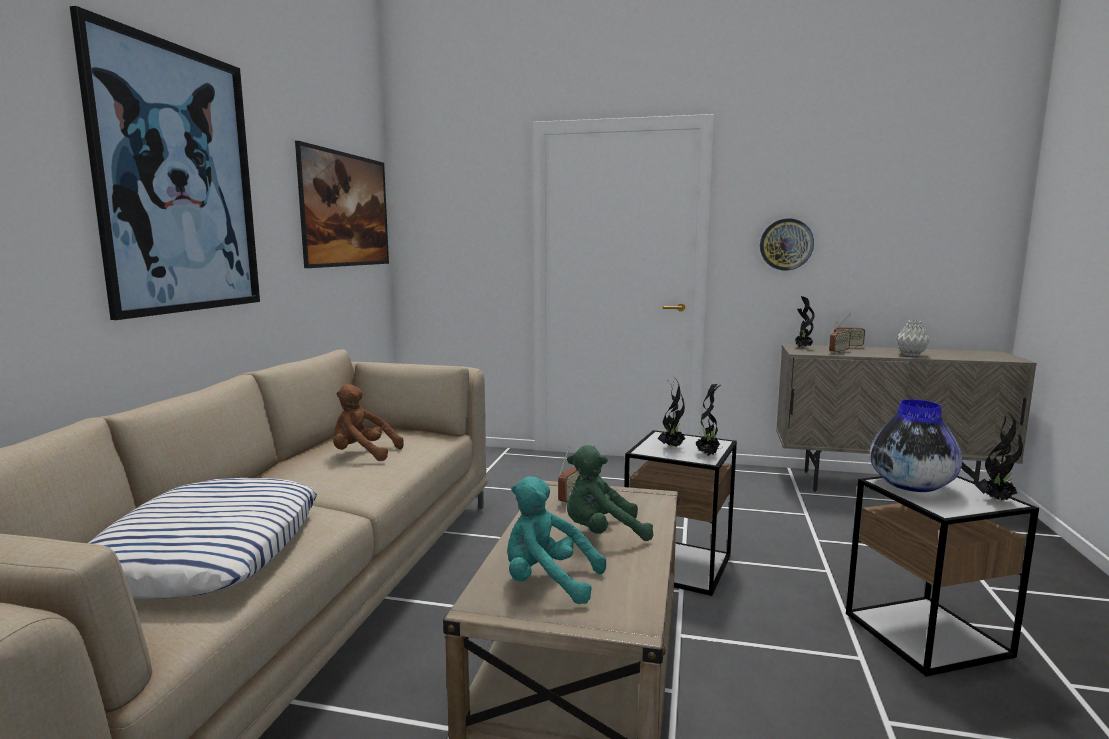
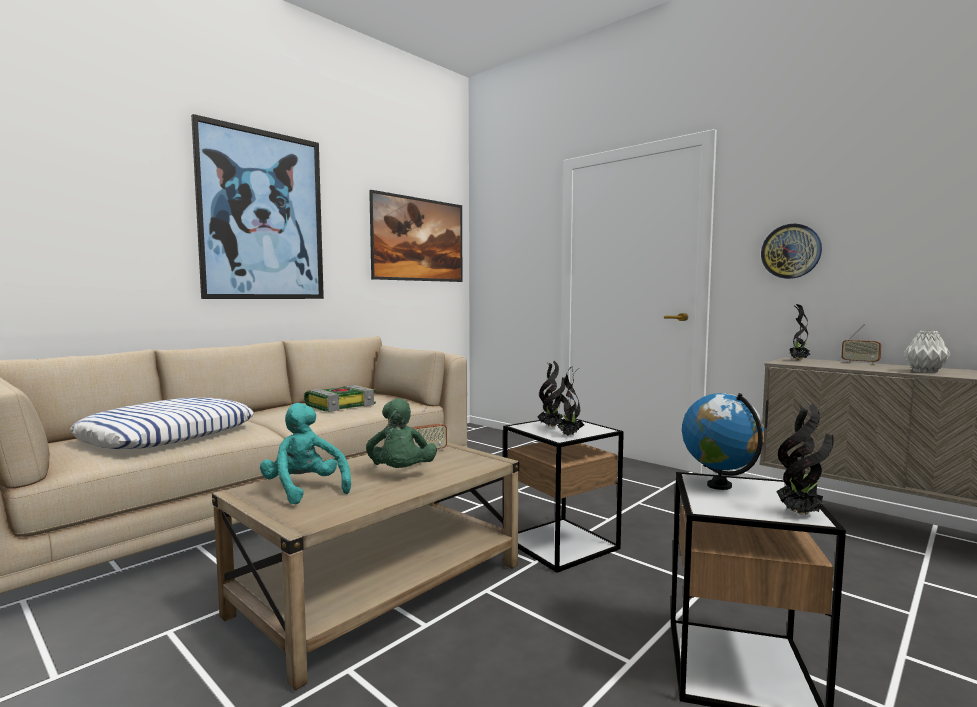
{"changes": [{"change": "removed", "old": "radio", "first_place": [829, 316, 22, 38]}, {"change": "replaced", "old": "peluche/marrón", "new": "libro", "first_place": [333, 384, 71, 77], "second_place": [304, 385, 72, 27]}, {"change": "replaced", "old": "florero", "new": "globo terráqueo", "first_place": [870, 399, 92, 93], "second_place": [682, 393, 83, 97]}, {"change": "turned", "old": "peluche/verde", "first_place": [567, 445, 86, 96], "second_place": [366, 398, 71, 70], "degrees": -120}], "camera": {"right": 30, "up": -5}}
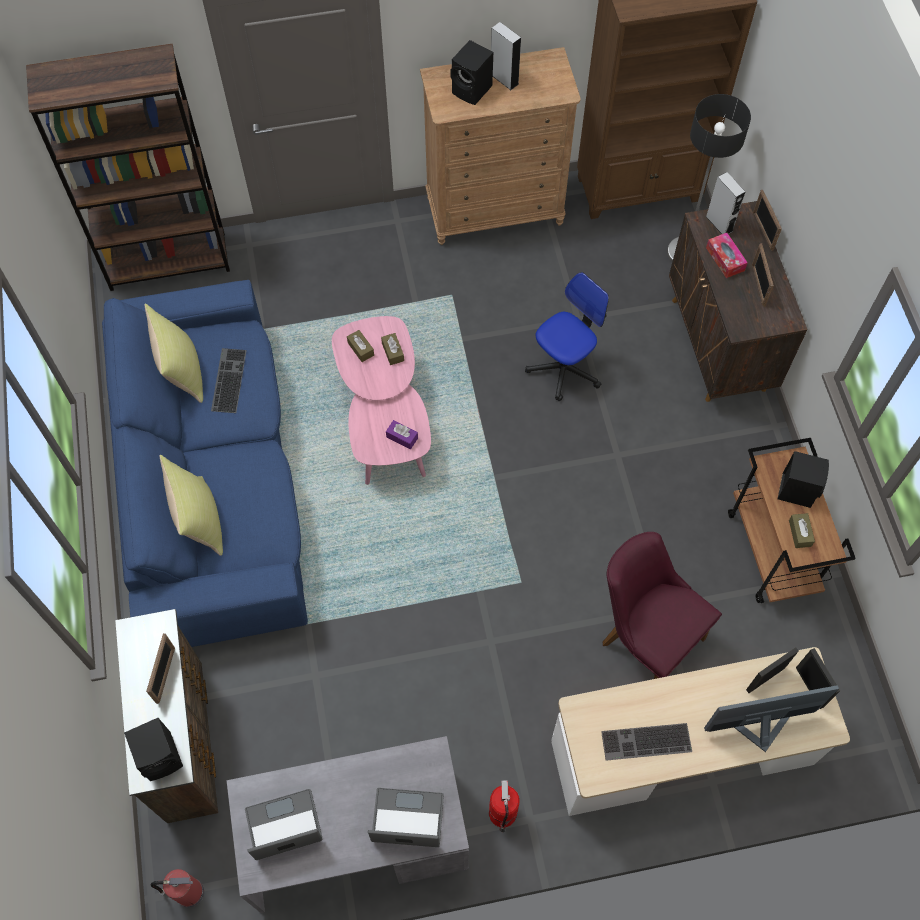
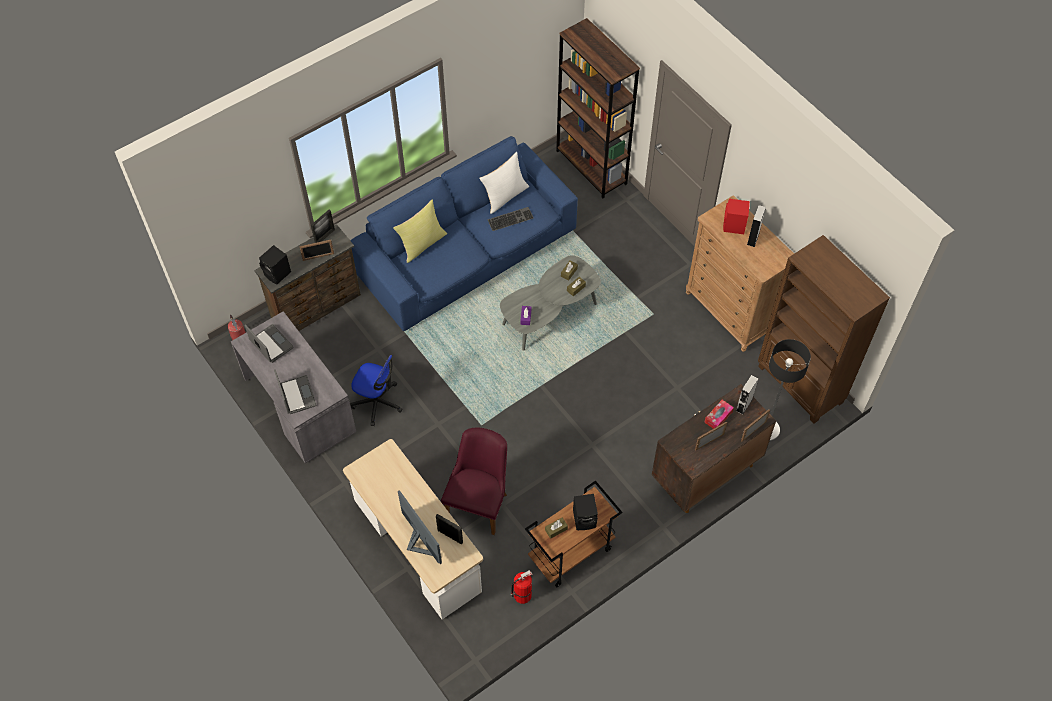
{"changes": [{"change": "recoloured", "old": "altavoz/negro", "new": "altavoz/rojo", "first_place": [450, 40, 43, 65], "second_place": [723, 198, 27, 36]}, {"change": "moved", "old": "silla de oficina", "first_place": [525, 272, 84, 129], "second_place": [350, 355, 53, 71]}, {"change": "recoloured", "old": "cojín/amarillo", "new": "cojín/blanco", "first_place": [144, 304, 59, 99], "second_place": [479, 152, 50, 62]}, {"change": "recoloured", "old": "mesa de centro/rosa", "new": "mesa de centro/gris", "first_place": [332, 316, 99, 169], "second_place": [500, 255, 101, 96]}, {"change": "moved", "old": "portarretratos", "first_place": [796, 648, 44, 61], "second_place": [311, 210, 24, 33]}, {"change": "removed", "old": "teclado", "first_place": [601, 723, 91, 38]}, {"change": "moved", "old": "extintor", "first_place": [489, 781, 31, 51], "second_place": [510, 570, 23, 34]}], "camera": {"right": 65, "up": -5}}
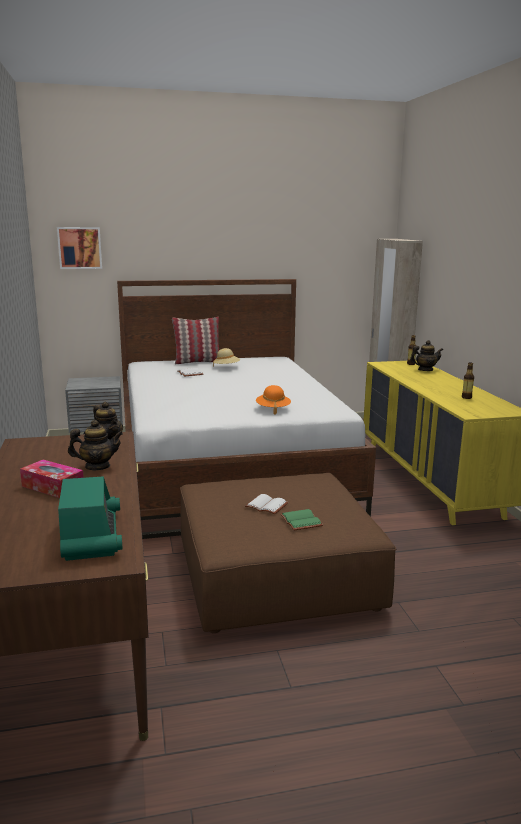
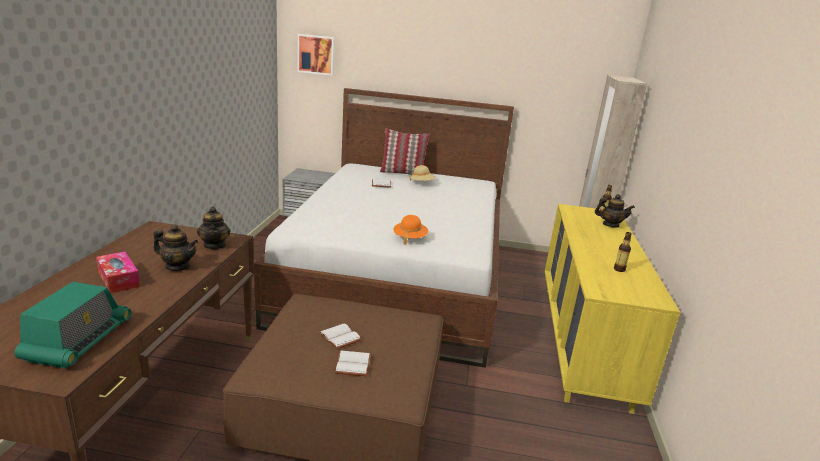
{"changes": [{"change": "recoloured", "old": "libro/verde", "new": "libro/blanco", "first_place": [280, 509, 43, 21], "second_place": [334, 351, 37, 25]}], "camera": {"right": 20, "up": 5}}
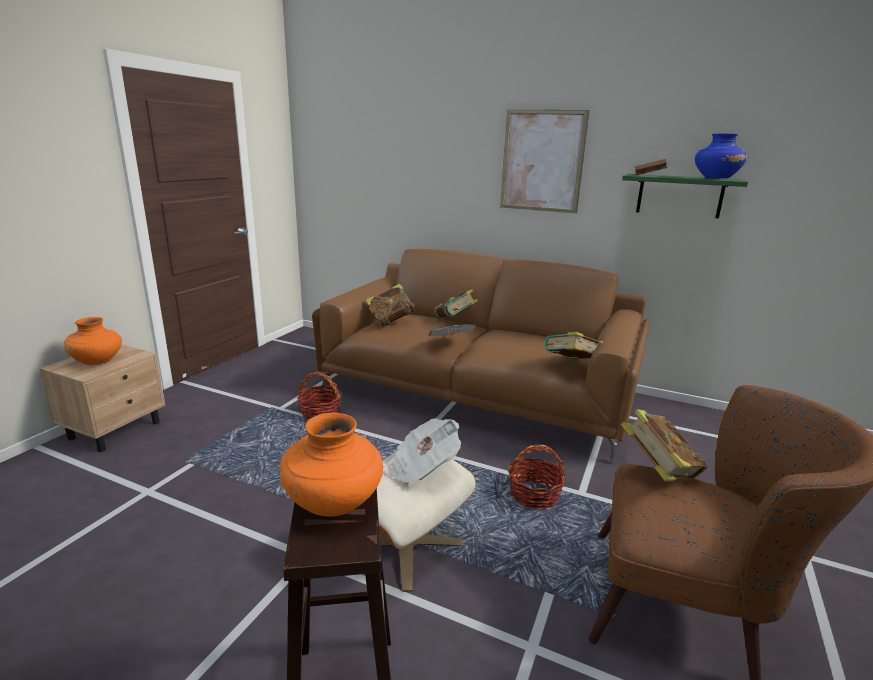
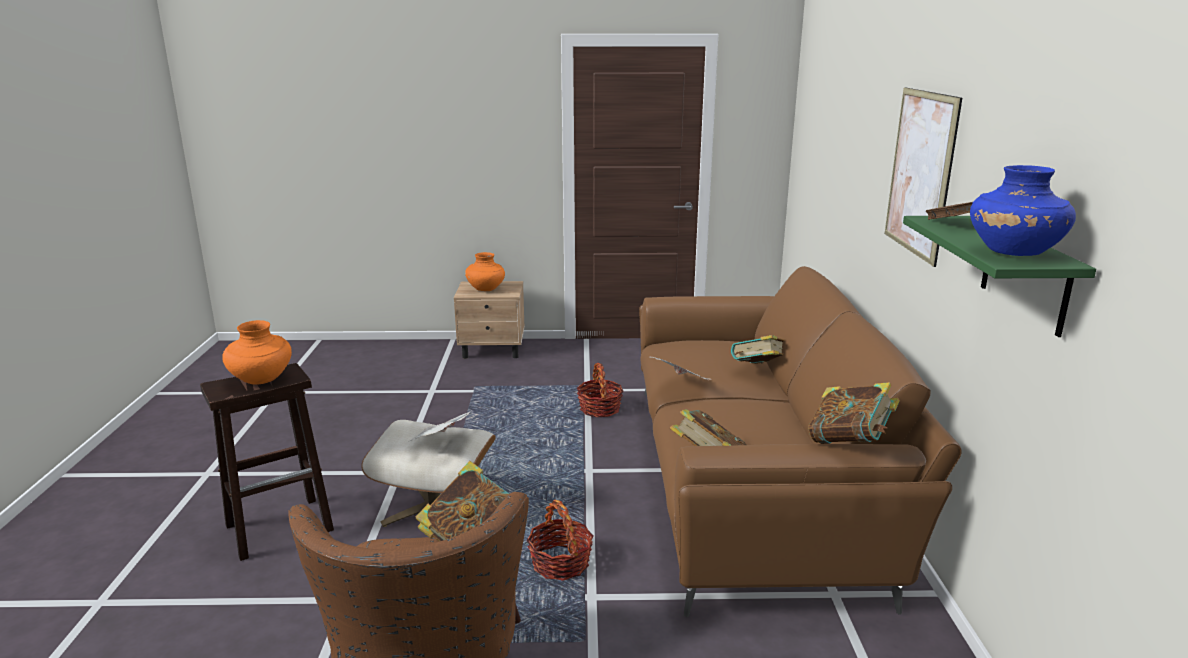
{"changes": [{"change": "moved", "old": "libro", "first_place": [366, 284, 50, 43], "second_place": [808, 382, 92, 62]}], "camera": {"right": 65, "up": 0}}
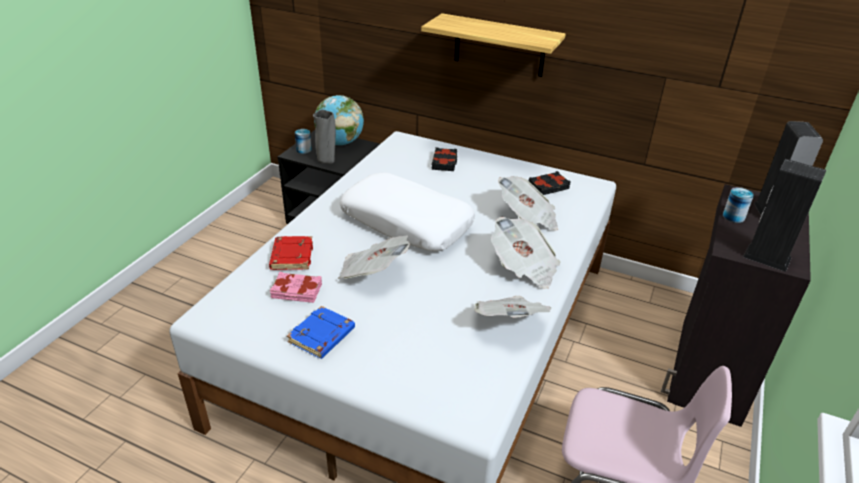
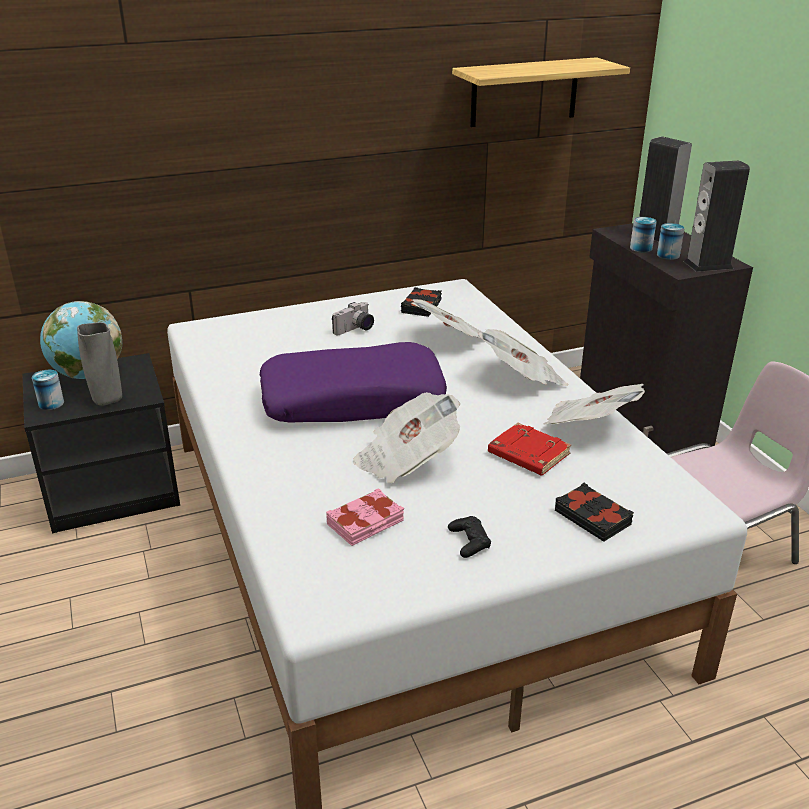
{"changes": [{"change": "moved", "old": "estante", "first_place": [421, 13, 145, 64], "second_place": [452, 57, 178, 70]}, {"change": "moved", "old": "libro/negro", "first_place": [432, 147, 25, 24], "second_place": [555, 483, 79, 59]}, {"change": "recoloured", "old": "cojín/blanco", "new": "cojín/morado", "first_place": [340, 172, 135, 79], "second_place": [260, 342, 187, 81]}, {"change": "moved", "old": "libro/rojo", "first_place": [269, 236, 44, 34], "second_place": [488, 423, 83, 52]}, {"change": "replaced", "old": "libro/azul", "new": "mando de consola/negro", "first_place": [287, 306, 68, 53], "second_place": [448, 516, 43, 42]}, {"change": "added", "new": "lata", "second_place": [657, 223, 28, 37]}, {"change": "added", "new": "cámara", "second_place": [332, 302, 42, 33]}], "camera": {"right": -45, "up": -5}}
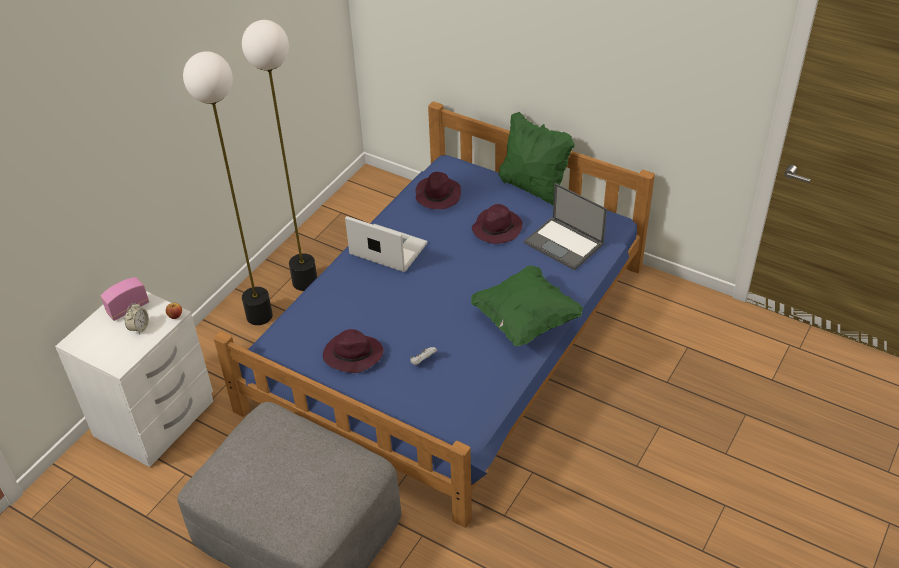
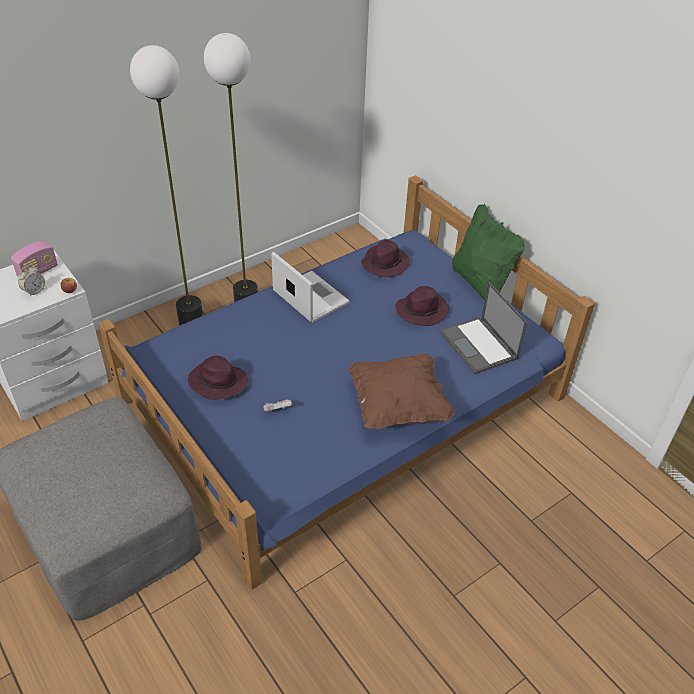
{"changes": [{"change": "recoloured", "old": "cojín/verde", "new": "cojín/marrón", "first_place": [471, 265, 112, 81], "second_place": [348, 354, 107, 75]}, {"change": "turned", "old": "radio", "first_place": [101, 277, 48, 44], "second_place": [11, 241, 47, 35], "degrees": 150}], "camera": {"right": 20, "up": 0}}
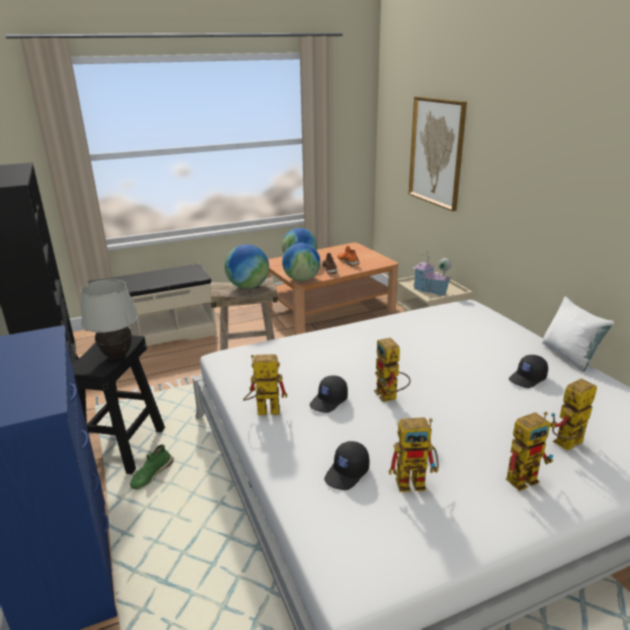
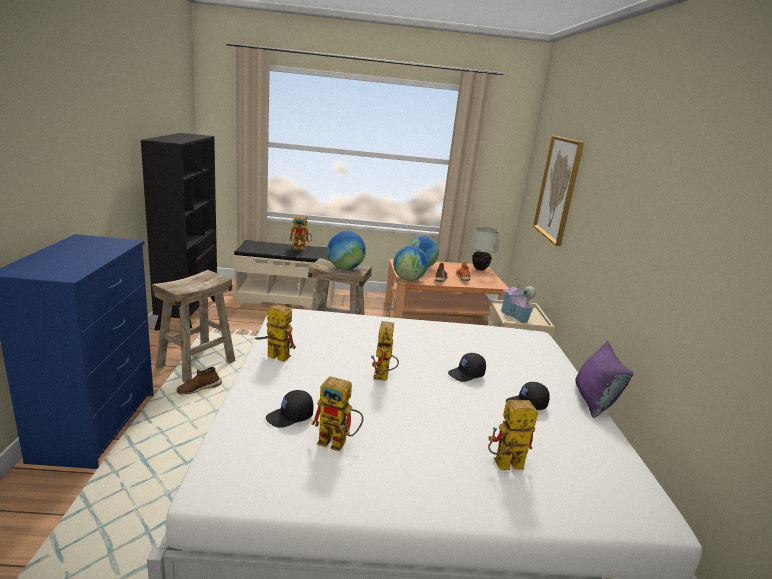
{"changes": [{"change": "moved", "old": "lámpara de mesa/blanco", "first_place": [81, 279, 57, 80], "second_place": [469, 227, 30, 43]}, {"change": "recoloured", "old": "cojín/blanco", "new": "cojín/morado", "first_place": [542, 296, 72, 76], "second_place": [575, 341, 58, 77]}, {"change": "recoloured", "old": "taburete/negro", "new": "taburete/beis", "first_place": [72, 335, 93, 139], "second_place": [152, 270, 83, 113]}, {"change": "moved", "old": "gorra/negro", "first_place": [310, 375, 38, 38], "second_place": [448, 353, 38, 29]}, {"change": "moved", "old": "robot de juguete", "first_place": [506, 412, 47, 79], "second_place": [289, 216, 23, 35]}, {"change": "recoloured", "old": "zapato/verde", "new": "zapato/marrón", "first_place": [130, 445, 44, 45], "second_place": [177, 367, 45, 27]}], "camera": {"right": 20, "up": -5}}
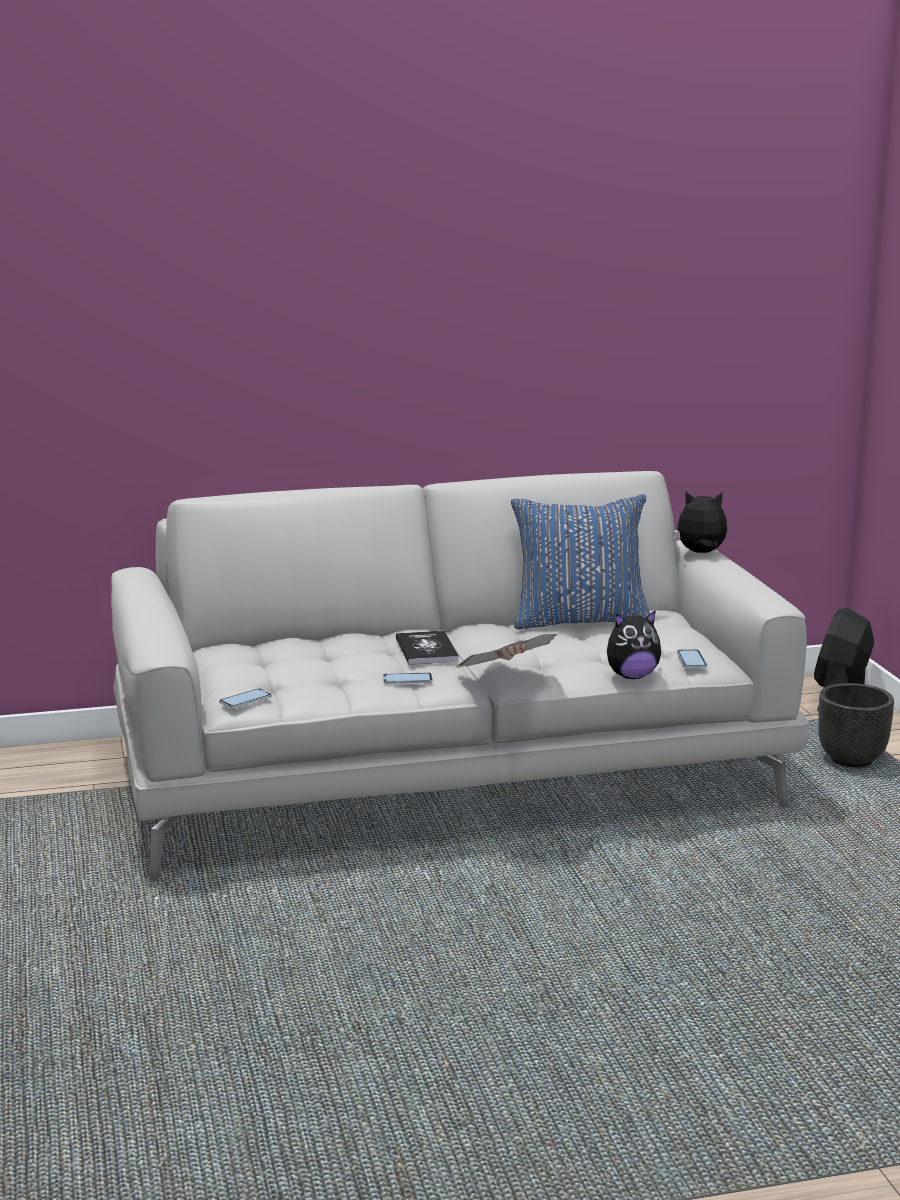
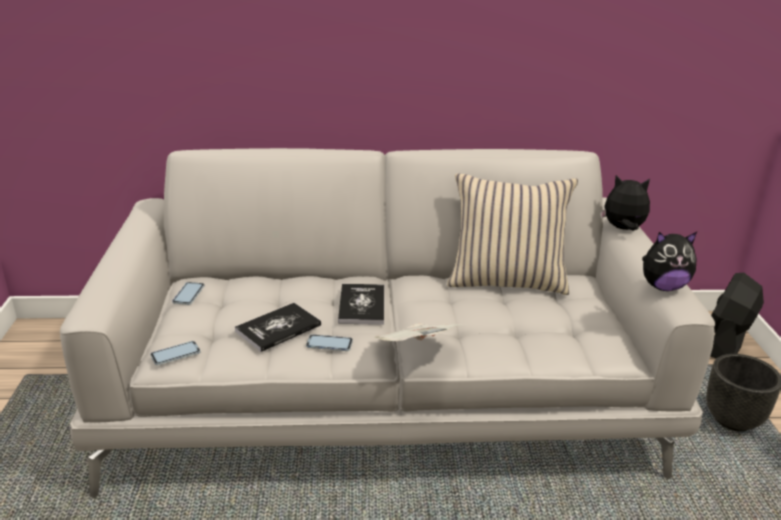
{"changes": [{"change": "recoloured", "old": "cojín/azul", "new": "cojín/beis", "first_place": [511, 494, 139, 135], "second_place": [447, 174, 131, 121]}, {"change": "moved", "old": "peluche", "first_place": [607, 610, 54, 69], "second_place": [642, 232, 55, 59]}, {"change": "moved", "old": "móvil", "first_place": [677, 650, 30, 18], "second_place": [172, 282, 33, 23]}, {"change": "added", "new": "libro", "second_place": [235, 303, 86, 49]}], "camera": {"right": 10, "up": 10}}
